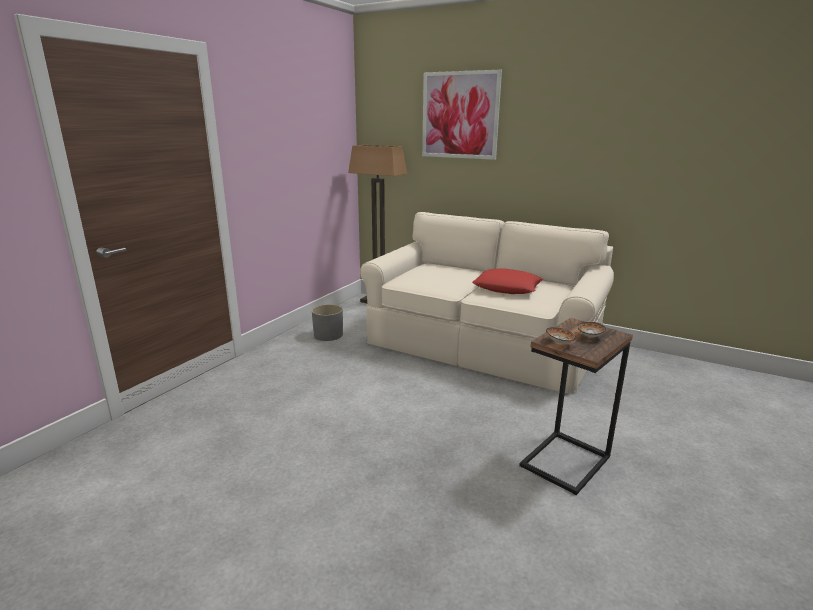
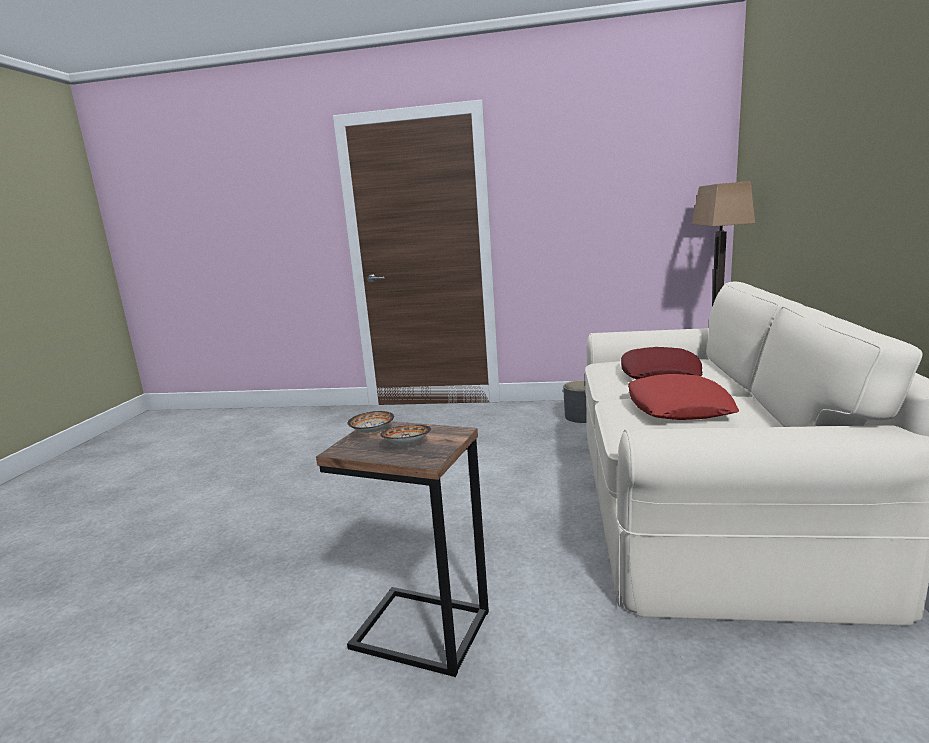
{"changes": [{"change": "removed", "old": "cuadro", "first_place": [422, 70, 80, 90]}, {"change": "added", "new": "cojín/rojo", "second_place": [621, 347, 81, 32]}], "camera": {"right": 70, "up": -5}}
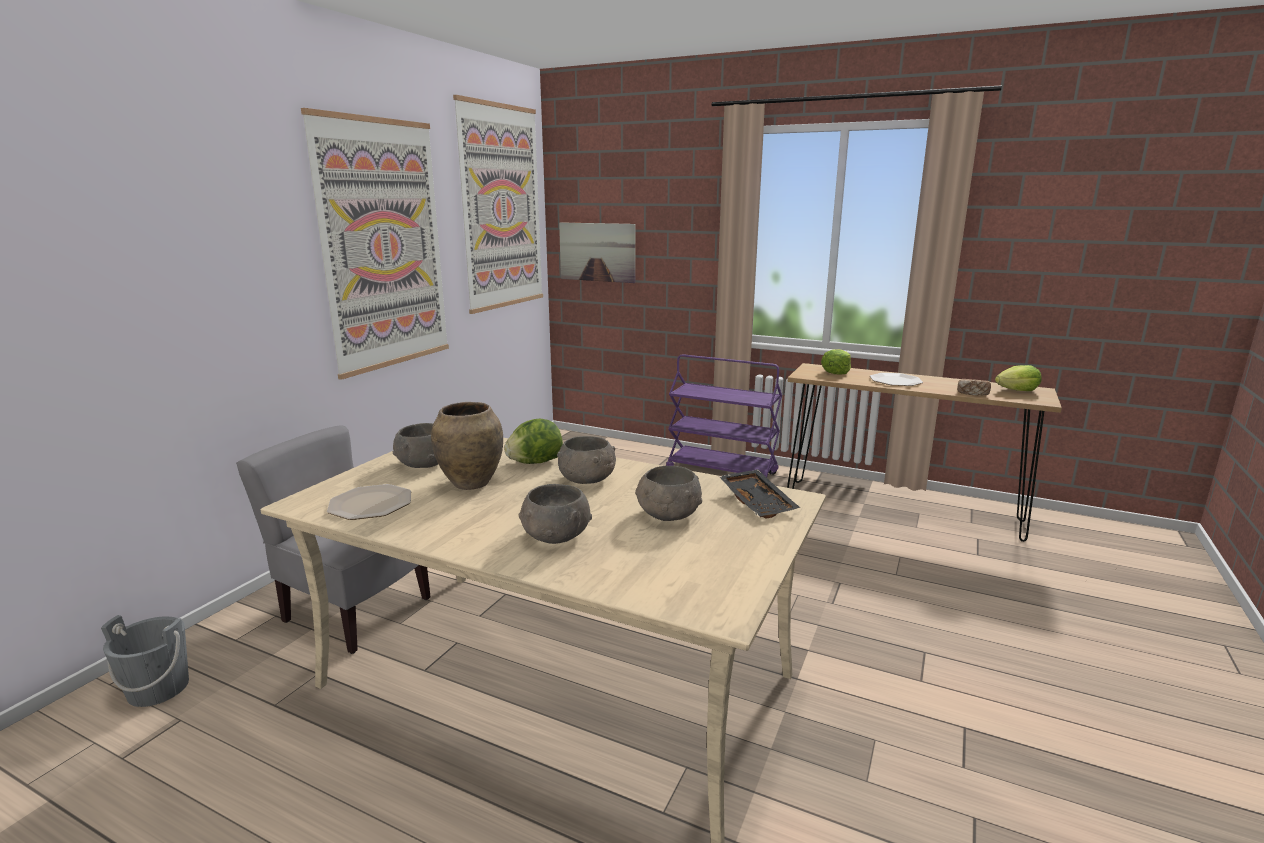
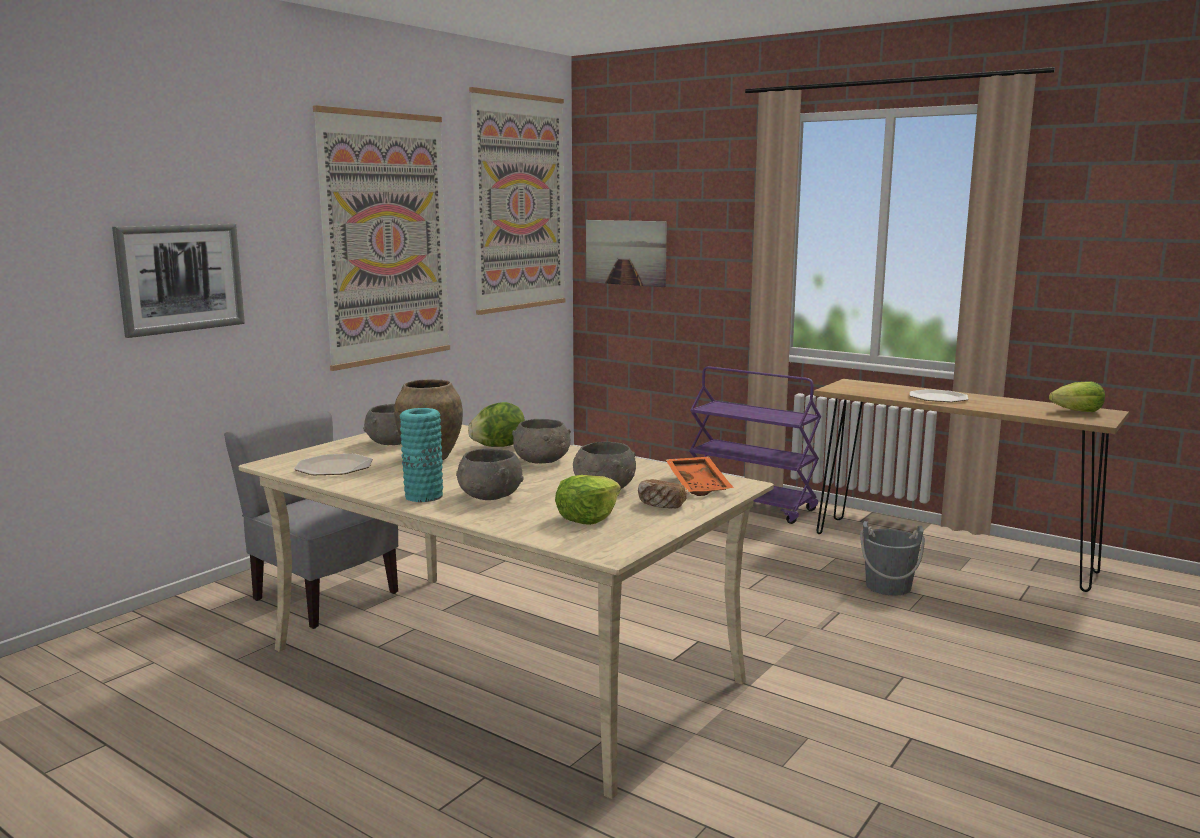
{"changes": [{"change": "moved", "old": "lechuga", "first_place": [821, 349, 30, 25], "second_place": [555, 475, 66, 50]}, {"change": "moved", "old": "pan", "first_place": [957, 379, 34, 16], "second_place": [638, 479, 49, 30]}, {"change": "recoloured", "old": "bandeja/negro", "new": "bandeja/naranja", "first_place": [719, 469, 81, 50], "second_place": [666, 457, 68, 39]}, {"change": "moved", "old": "cubo/gris", "first_place": [101, 615, 88, 92], "second_place": [860, 521, 65, 75]}, {"change": "added", "new": "cuadro", "second_place": [112, 224, 133, 114]}, {"change": "added", "new": "florero/turquesa", "second_place": [400, 408, 43, 94]}], "camera": {"right": 10, "up": -5}}
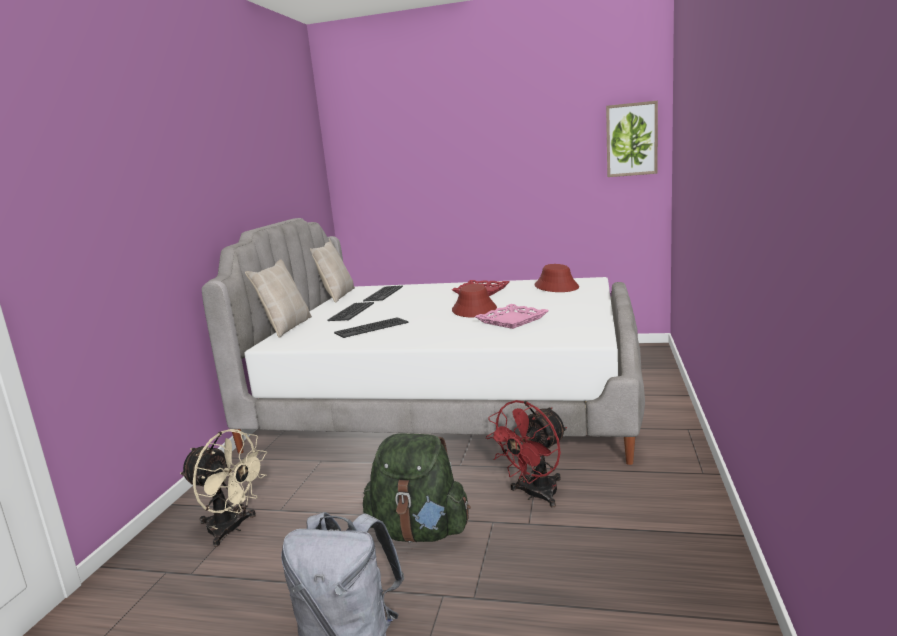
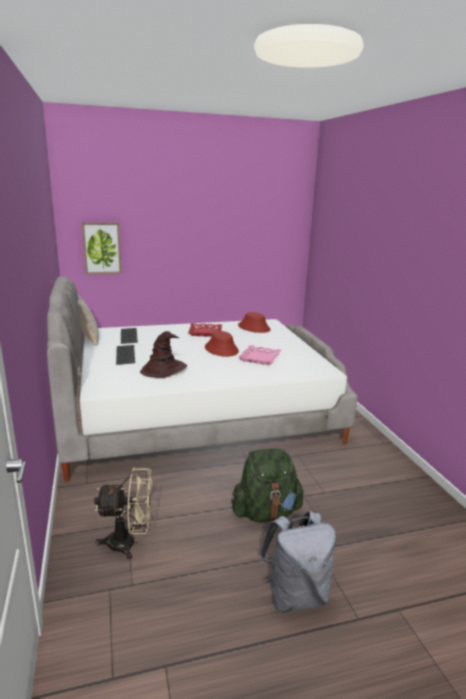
{"changes": [{"change": "moved", "old": "cuadro", "first_place": [606, 101, 52, 76], "second_place": [82, 222, 40, 52]}, {"change": "removed", "old": "cojín/beis", "first_place": [245, 259, 67, 79]}, {"change": "replaced", "old": "teclado", "new": "sombrero/marrón", "first_place": [334, 317, 74, 21], "second_place": [140, 331, 47, 47]}, {"change": "removed", "old": "ventilador/rojo", "first_place": [486, 400, 81, 107]}], "camera": {"right": -30, "up": 5}}
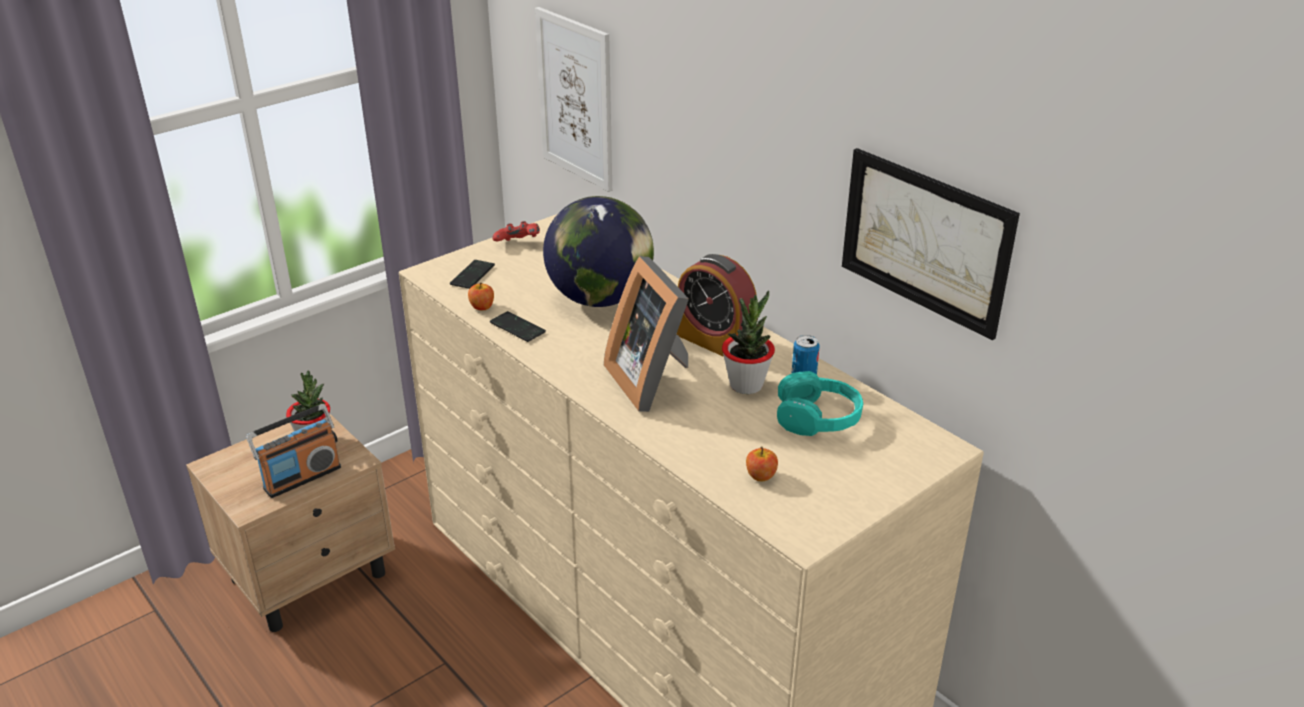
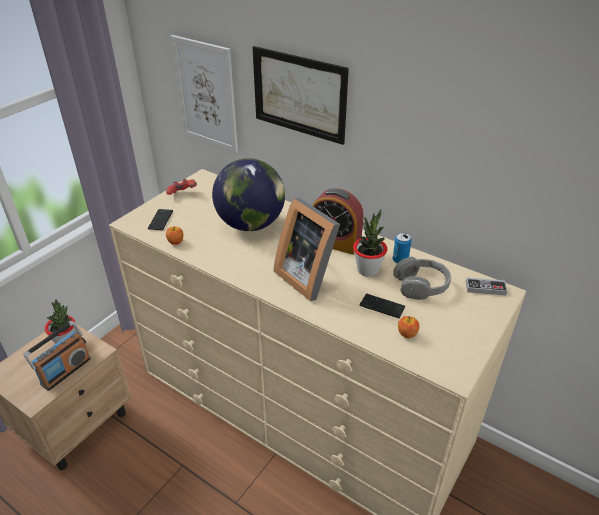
{"changes": [{"change": "moved", "old": "cuadro", "first_place": [842, 148, 178, 192], "second_place": [253, 46, 96, 99]}, {"change": "moved", "old": "móvil", "first_place": [490, 311, 56, 31], "second_place": [360, 294, 45, 24]}, {"change": "recoloured", "old": "auriculares/turquesa", "new": "auriculares/gris", "first_place": [777, 371, 86, 65], "second_place": [393, 256, 58, 44]}, {"change": "added", "new": "mando de consola", "second_place": [466, 277, 42, 18]}], "camera": {"right": -15, "up": 5}}
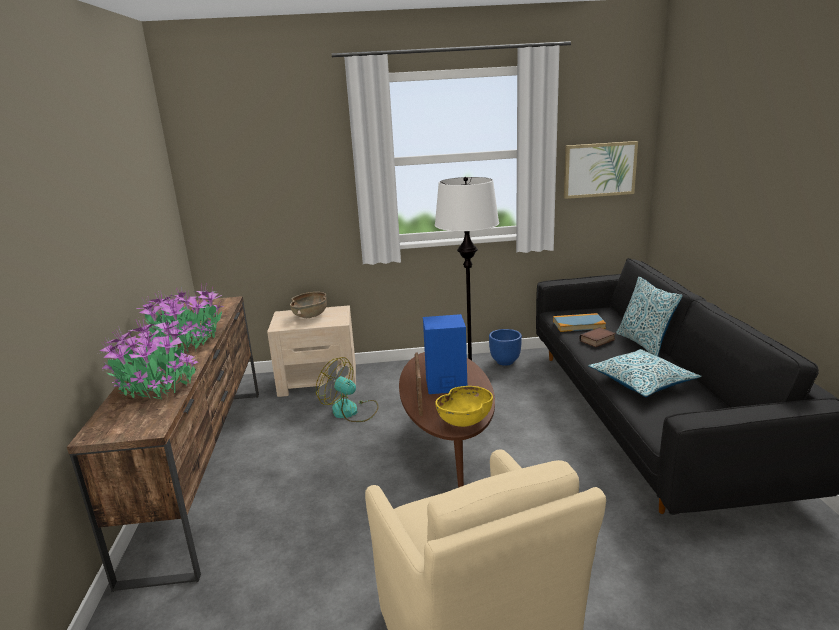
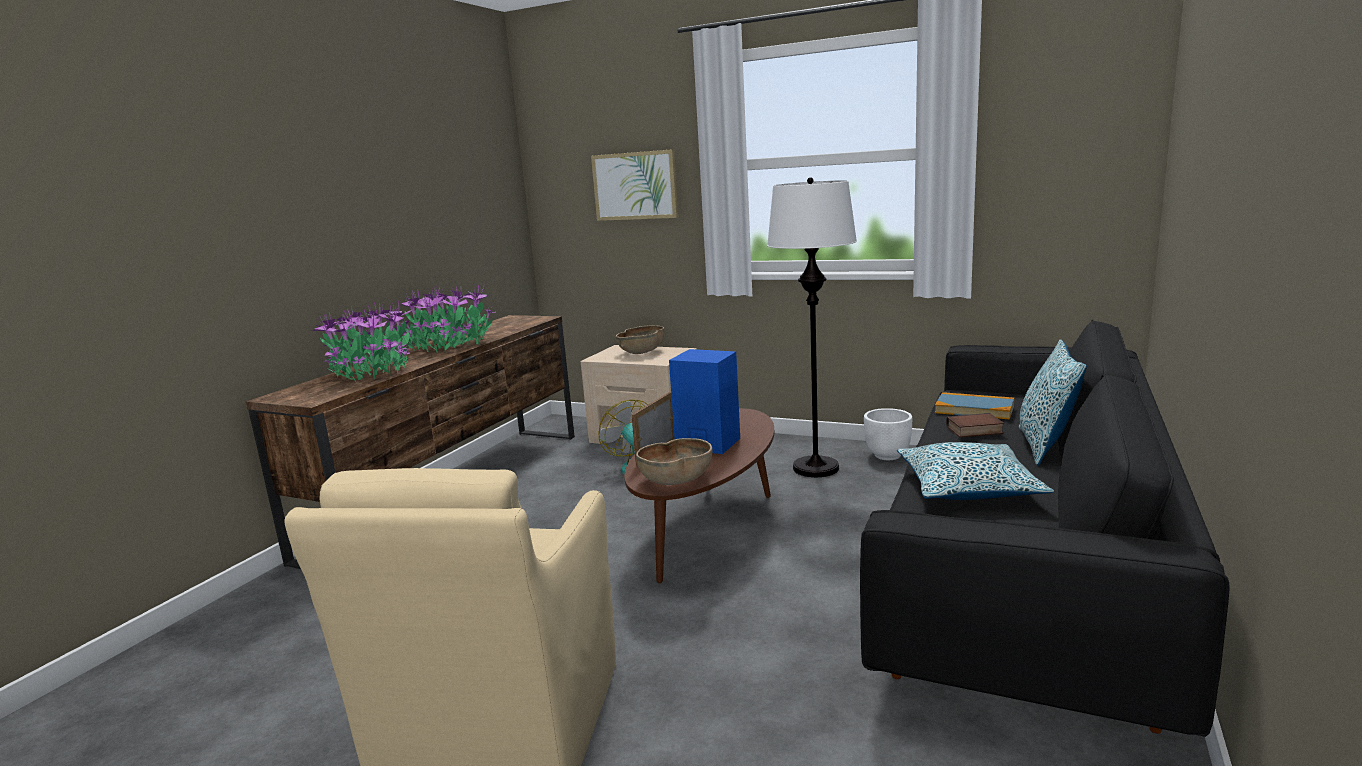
{"changes": [{"change": "moved", "old": "cuadro", "first_place": [564, 141, 74, 58], "second_place": [591, 149, 88, 72]}, {"change": "recoloured", "old": "maceta/azul", "new": "maceta/blanco", "first_place": [489, 329, 33, 37], "second_place": [864, 408, 48, 52]}, {"change": "recoloured", "old": "cuenco/amarillo", "new": "cuenco/marrón", "first_place": [435, 386, 58, 41], "second_place": [636, 438, 77, 47]}], "camera": {"right": 30, "up": -5}}
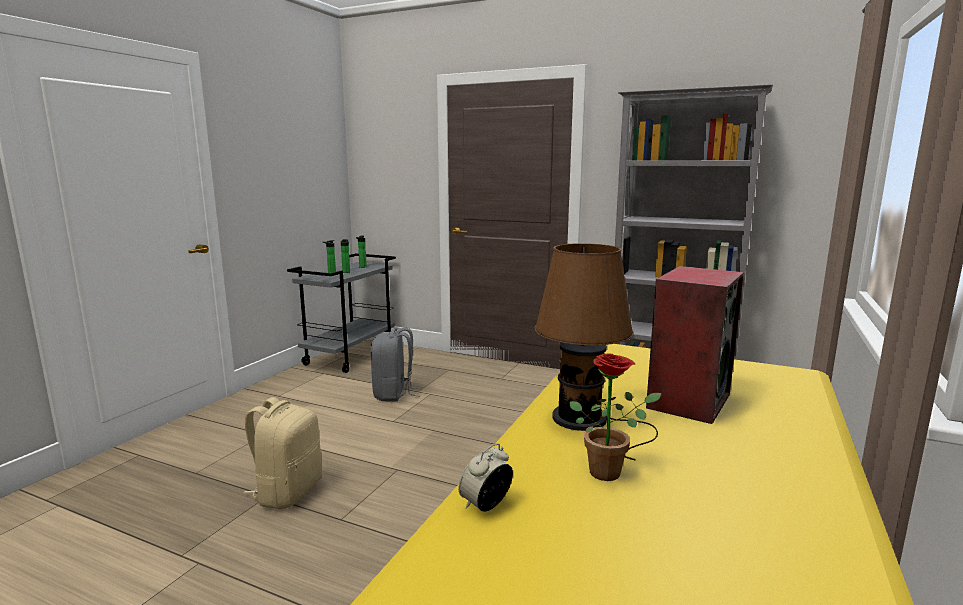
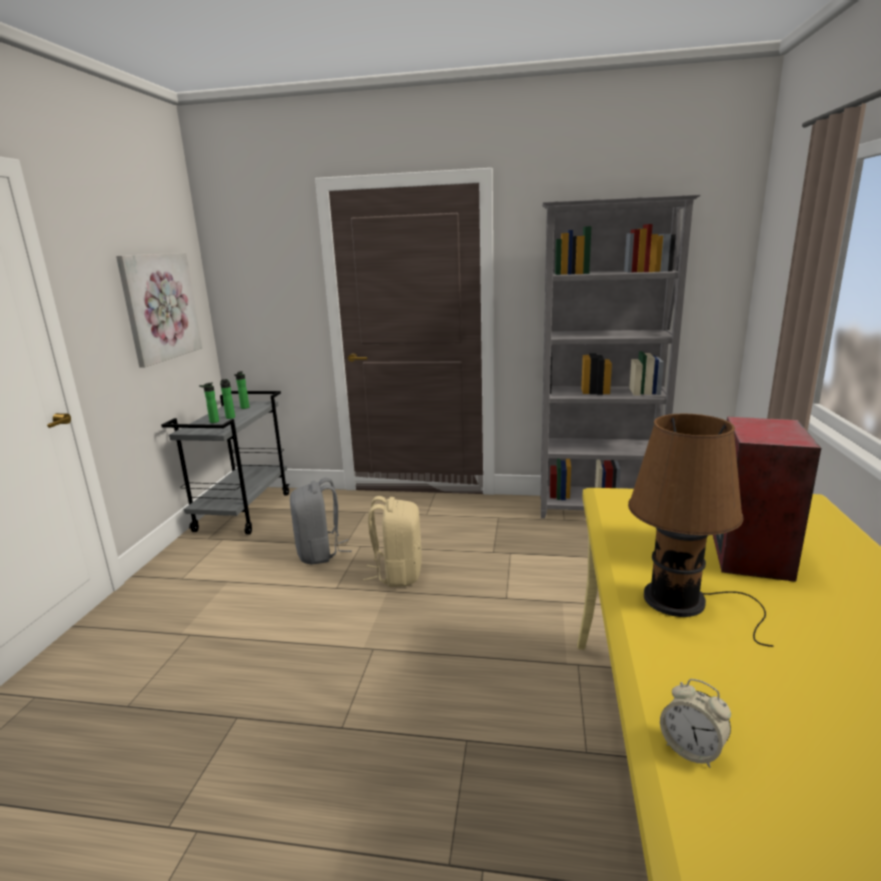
{"changes": [{"change": "removed", "old": "planta en maceta", "first_place": [570, 354, 91, 127]}, {"change": "moved", "old": "mochila/beis", "first_place": [244, 397, 78, 112], "second_place": [363, 496, 59, 91]}, {"change": "turned", "old": "despertador", "first_place": [458, 443, 55, 69], "second_place": [660, 679, 71, 89], "degrees": -75}, {"change": "added", "new": "cuadro", "second_place": [116, 253, 86, 114]}], "camera": {"right": -15, "up": 5}}
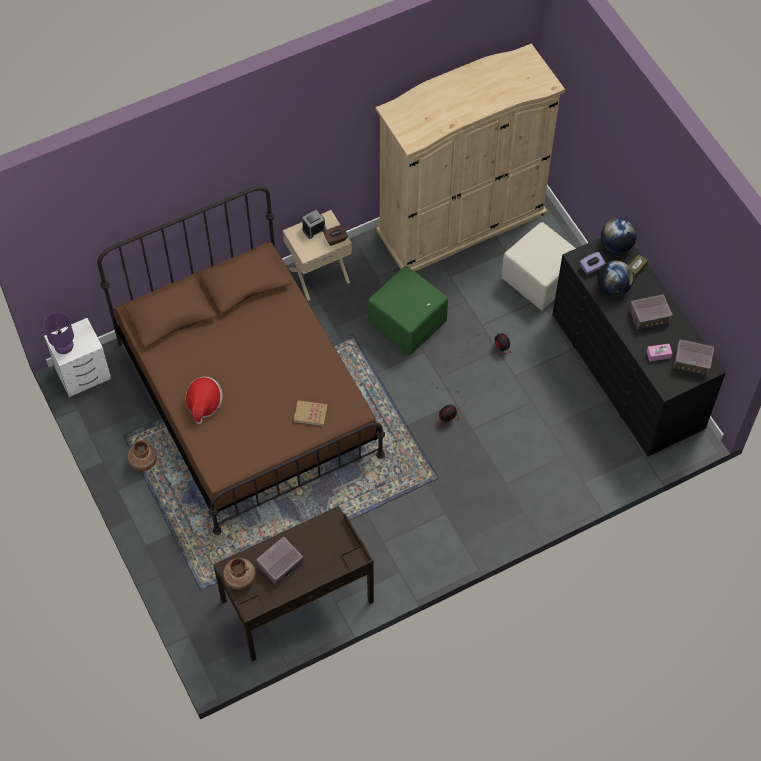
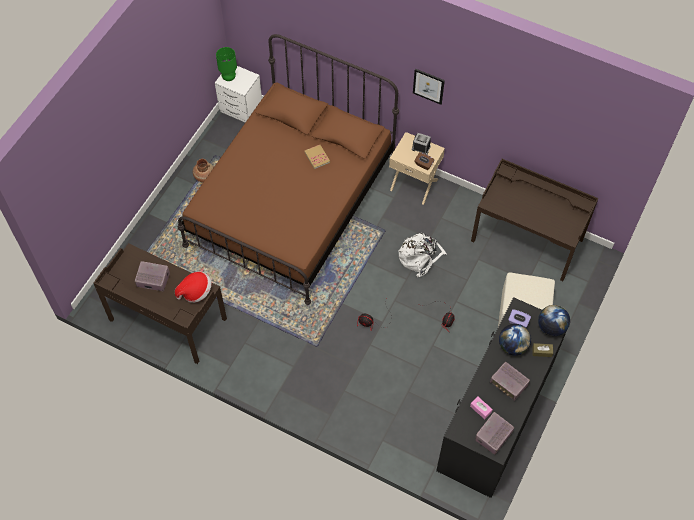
{"changes": [{"change": "replaced", "old": "armario ropero/beis", "new": "escritorio/marrón", "first_place": [376, 43, 189, 229], "second_place": [471, 159, 128, 122]}, {"change": "replaced", "old": "puf/verde", "new": "mochila/blanco", "first_place": [368, 266, 80, 89], "second_place": [398, 233, 49, 44]}, {"change": "recoloured", "old": "lámpara de mesa/morado", "new": "lámpara de mesa/verde", "first_place": [44, 312, 30, 42], "second_place": [216, 47, 21, 34]}, {"change": "turned", "old": "radio", "first_place": [673, 339, 41, 37], "second_place": [475, 412, 39, 43], "degrees": 60}, {"change": "moved", "old": "sombrero", "first_place": [186, 377, 37, 47], "second_place": [175, 272, 36, 31]}, {"change": "moved", "old": "libro", "first_place": [294, 400, 34, 26], "second_place": [304, 145, 26, 24]}, {"change": "removed", "old": "florero/marrón", "first_place": [223, 558, 32, 32]}, {"change": "added", "new": "cuadro", "second_place": [413, 69, 32, 36]}], "camera": {"right": 55, "up": 0}}
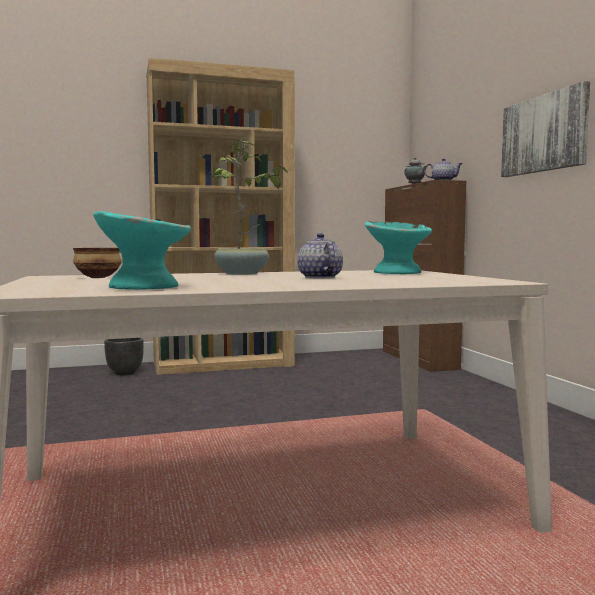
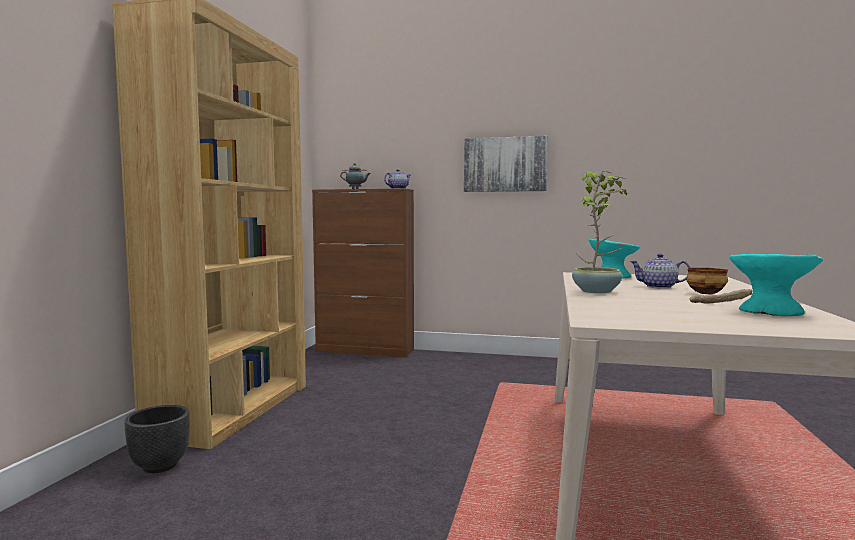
{"changes": [{"change": "moved", "old": "cuenco", "first_place": [73, 248, 49, 30], "second_place": [686, 268, 42, 26]}, {"change": "added", "new": "pan", "second_place": [689, 289, 64, 14]}], "camera": {"right": -60, "up": 0}}
